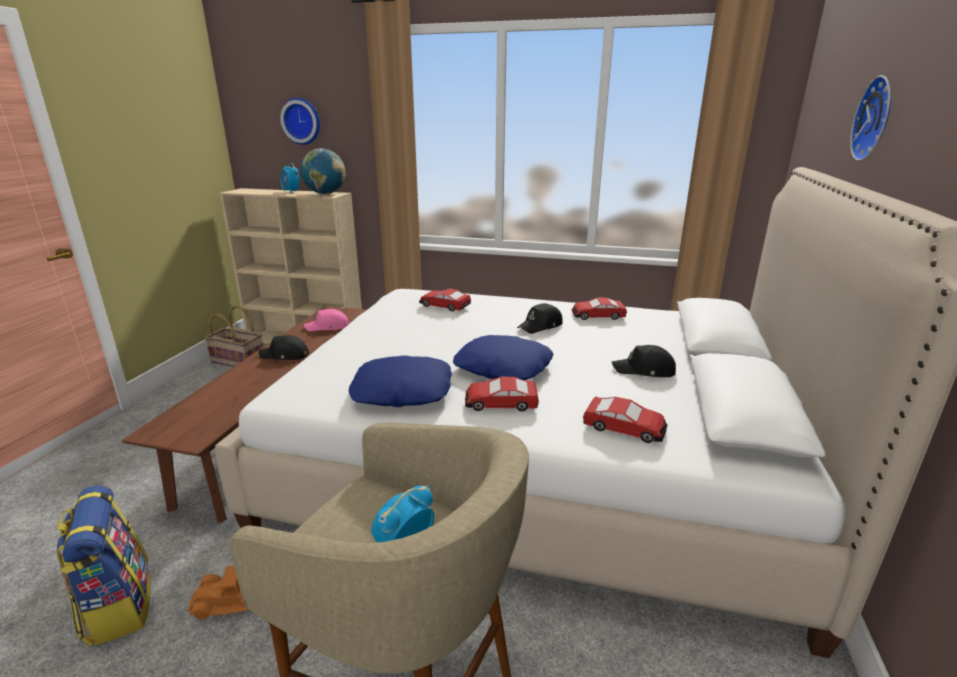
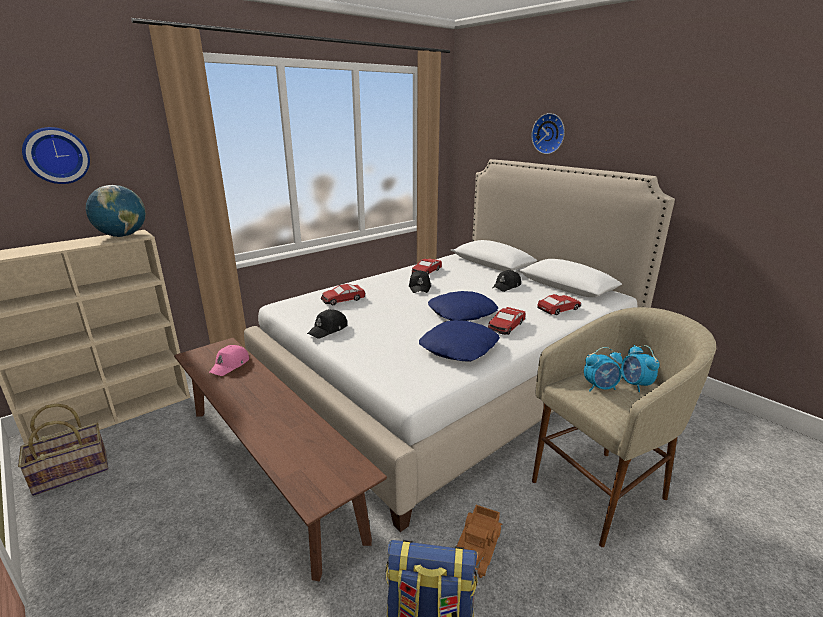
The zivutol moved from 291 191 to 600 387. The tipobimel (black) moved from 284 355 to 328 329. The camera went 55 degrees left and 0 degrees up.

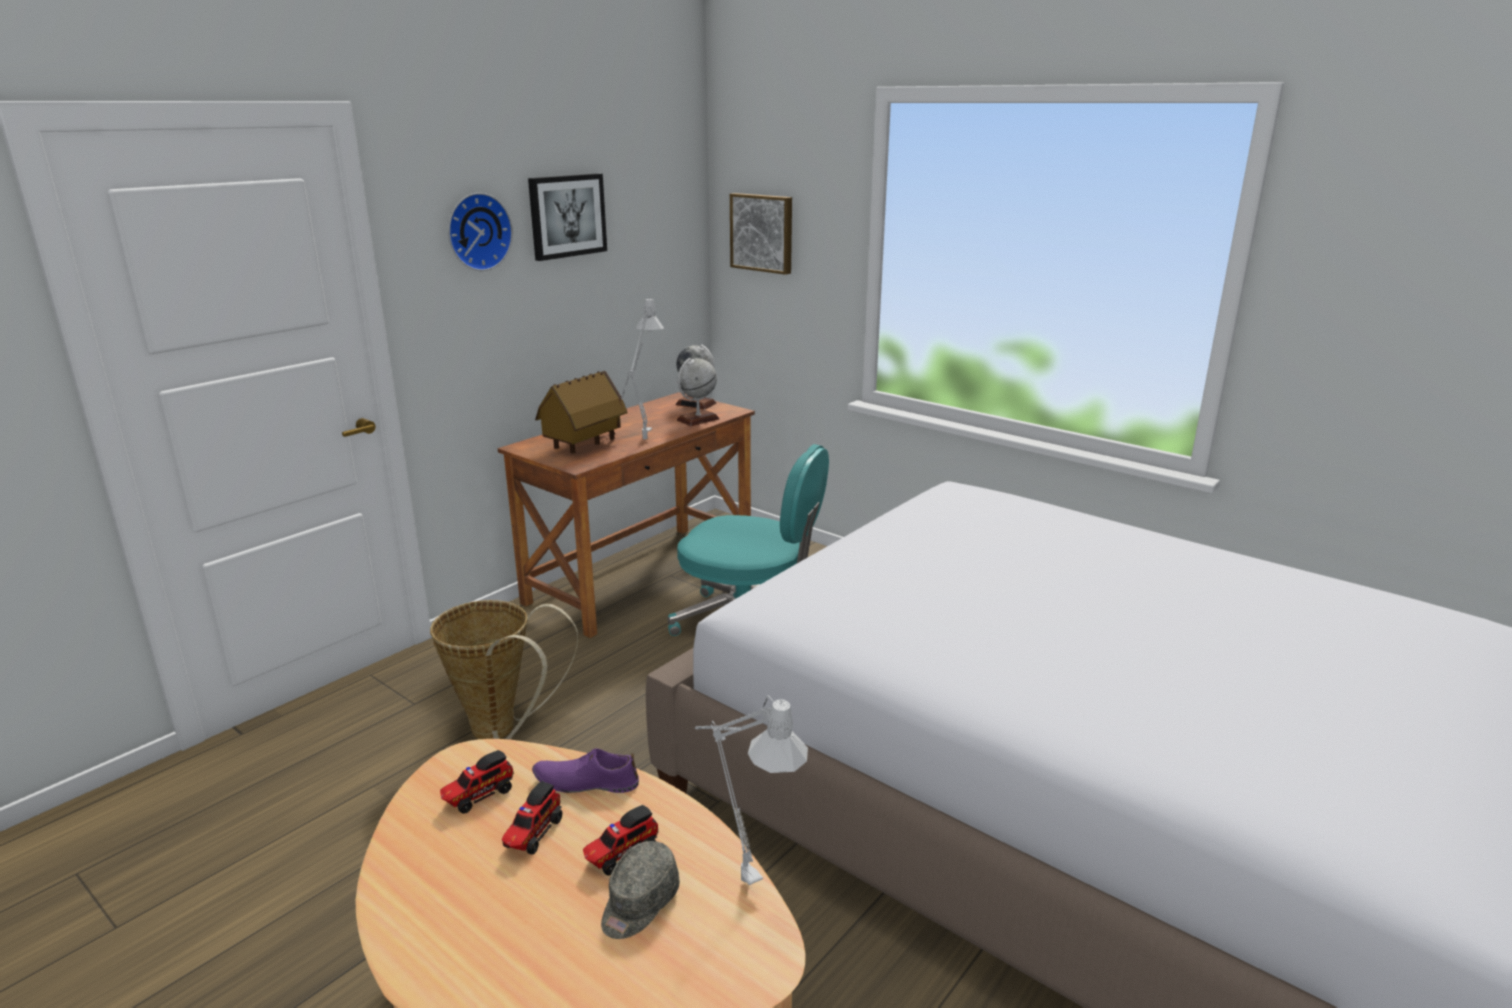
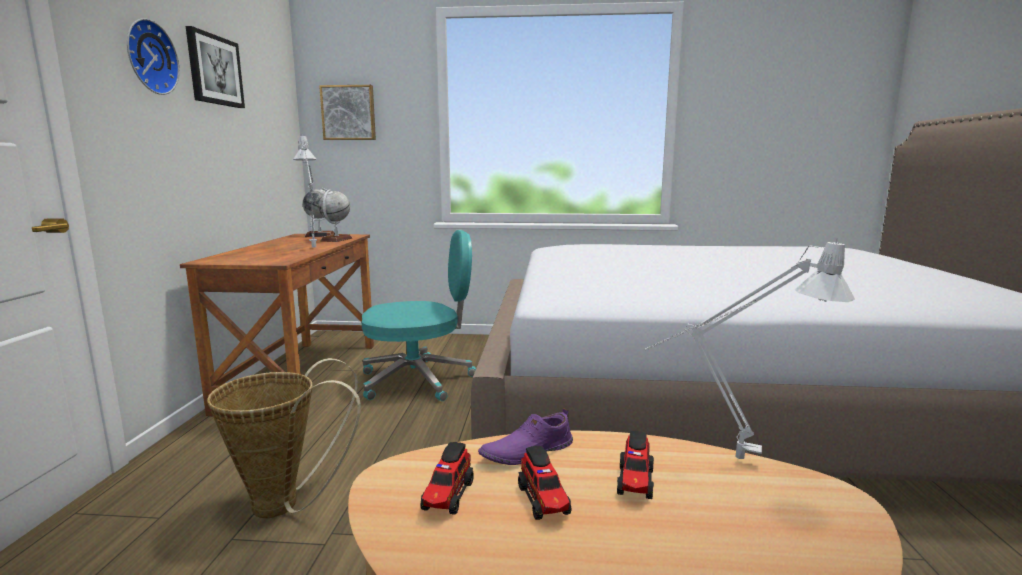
The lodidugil at 584 445 disappeared. The tipobimel (grey) at 639 904 disappeared. The camera went 35 degrees left and 10 degrees down.

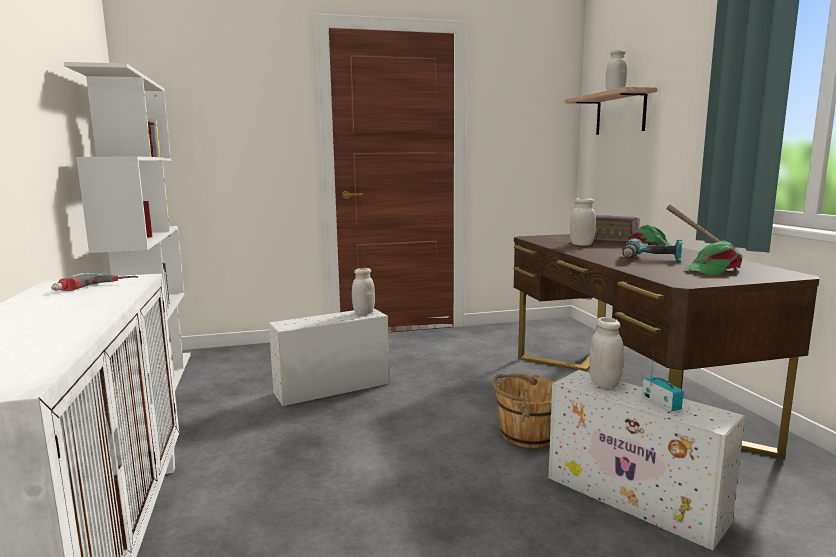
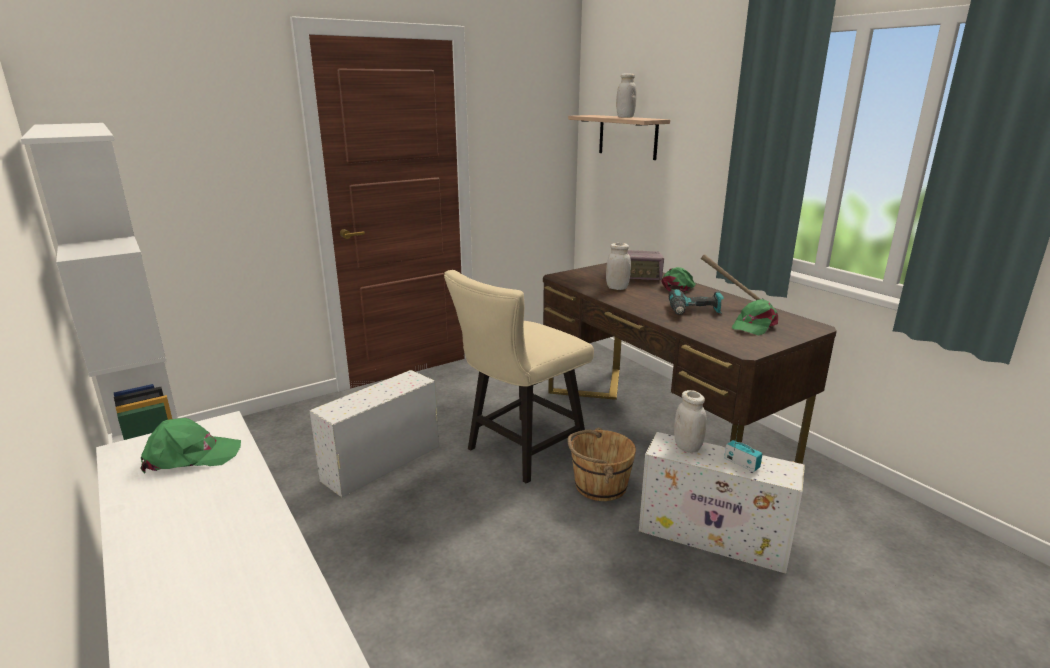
The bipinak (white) at 363 312 disappeared. The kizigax at 95 287 was replaced by the tipobimel (green) at 190 456. The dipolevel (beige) at 519 452 appeared. The camera went 20 degrees left and 10 degrees up.

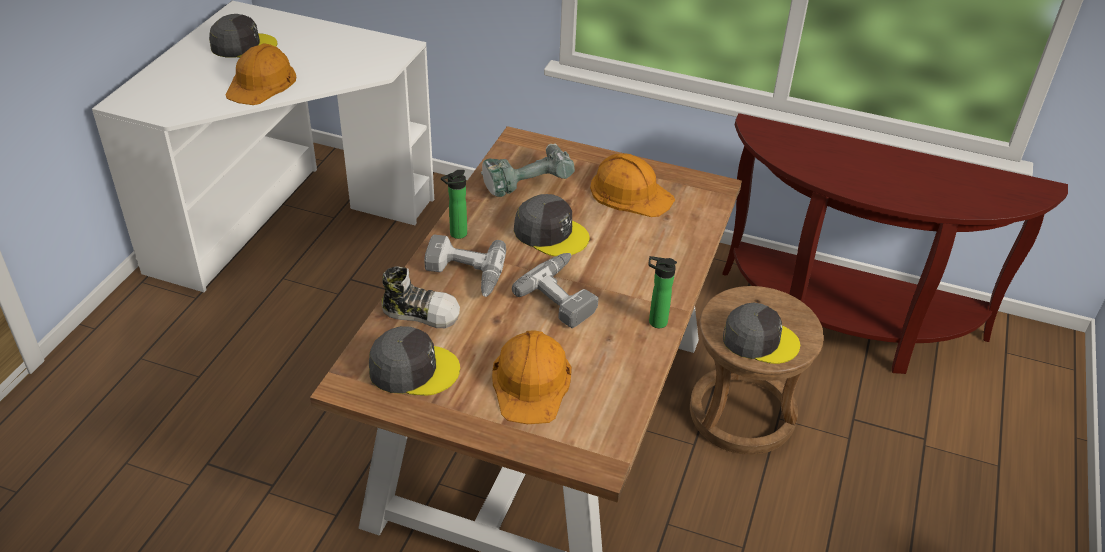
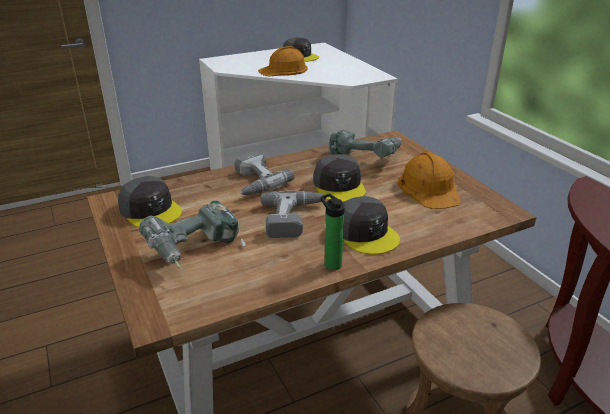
The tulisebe at 456 234 disappeared. The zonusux at 421 312 disappeared. The tipobimel (grey) moved from 759 340 to 365 233. The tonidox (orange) at 531 382 was replaced by the kizigax at 196 251. The camera went 45 degrees right and 10 degrees down.

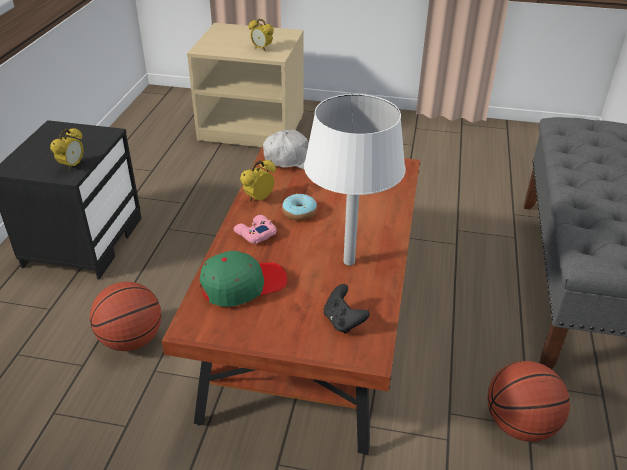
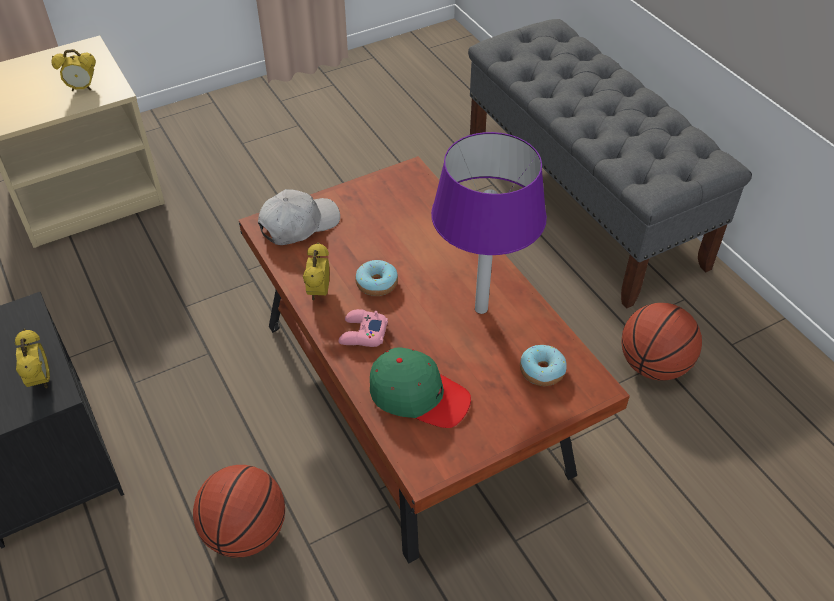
The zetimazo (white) at 348 261 became the zetimazo (purple) at 480 309. The tipobimel (green) at 243 285 turned 90 degrees clockwise. The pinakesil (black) at 343 321 was replaced by the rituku at 542 371. The camera went 40 degrees left and 10 degrees up.

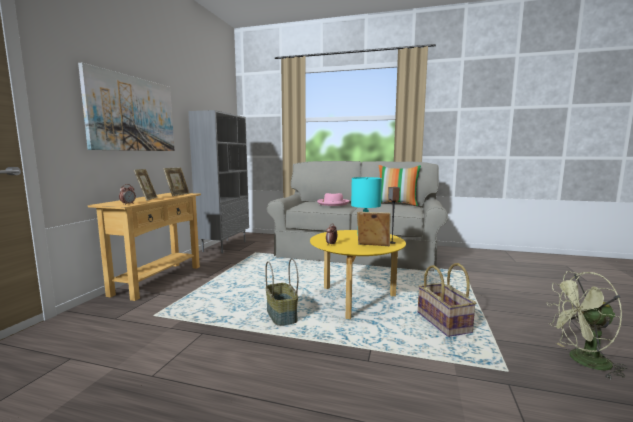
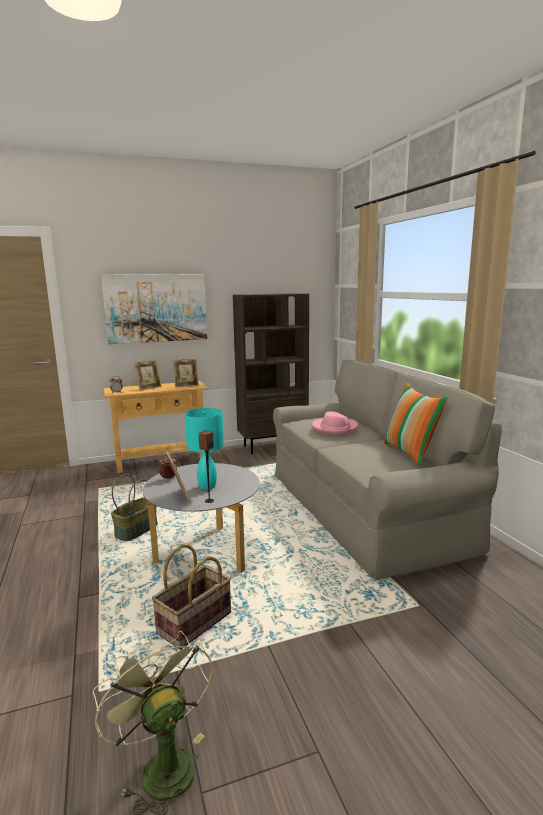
The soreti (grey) at 224 246 became the soreti (brown) at 273 446. The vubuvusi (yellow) at 356 300 became the vubuvusi (grey) at 205 553. The camera went 55 degrees right and 5 degrees up.

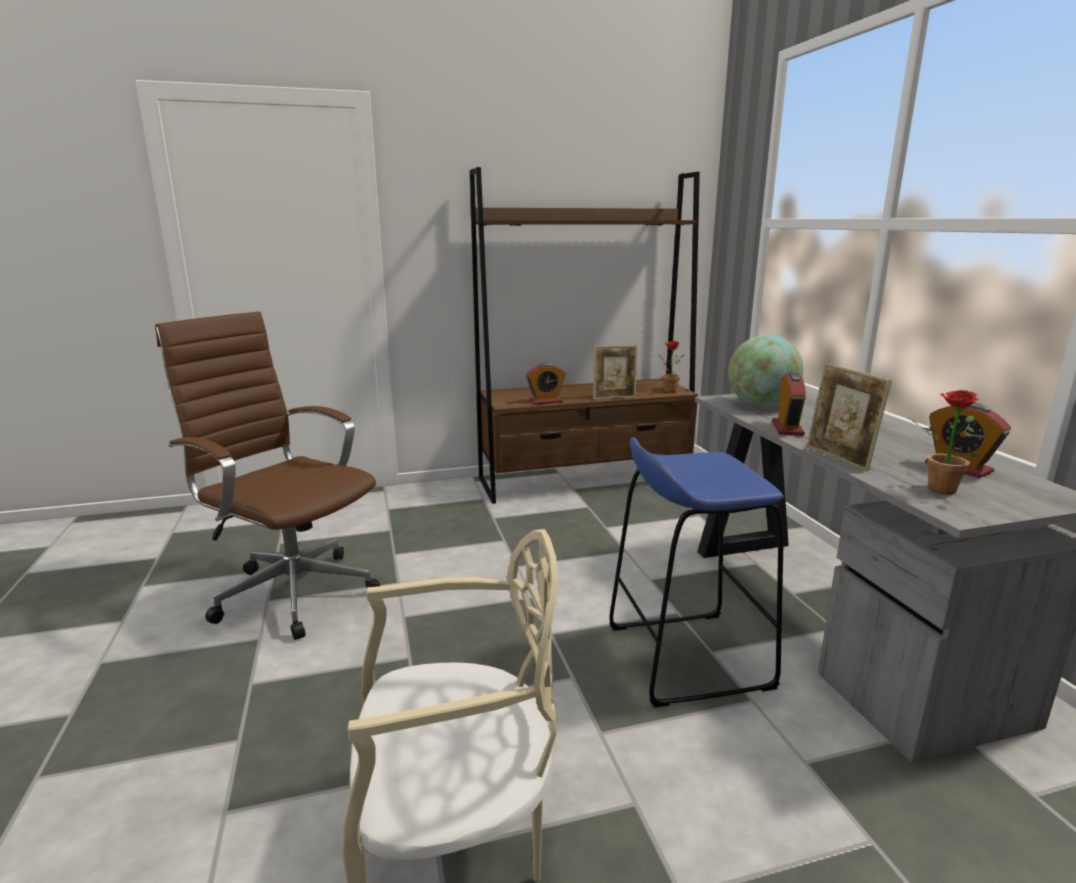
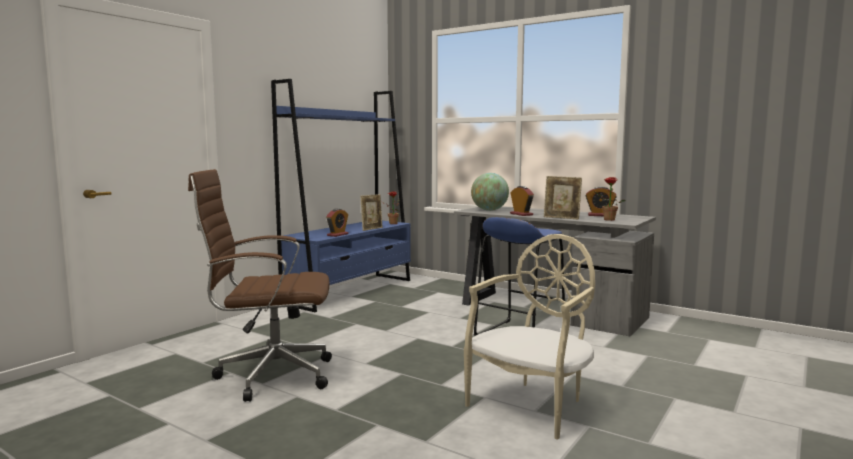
The soreti (brown) at 585 479 became the soreti (blue) at 350 291. The camera went 40 degrees left and 10 degrees down.

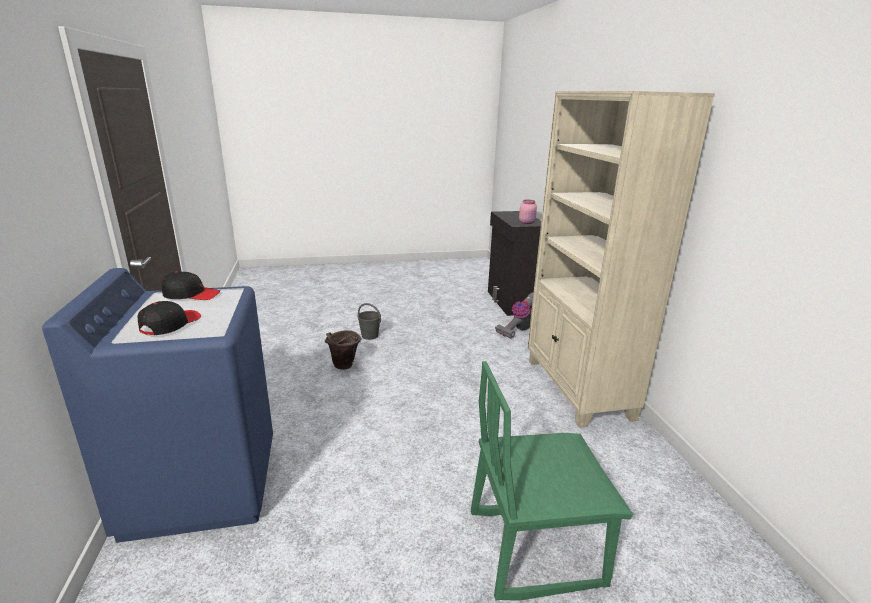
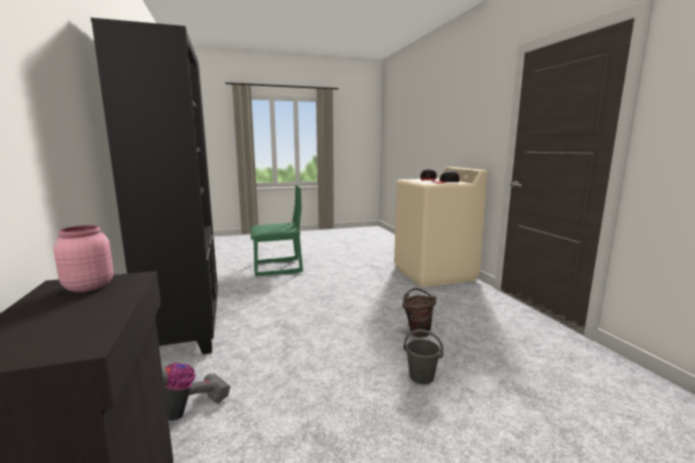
The soreti (beige) at 577 388 became the soreti (black) at 186 327. The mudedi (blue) at 202 484 became the mudedi (beige) at 434 274. The camera went 175 degrees right and 10 degrees down.

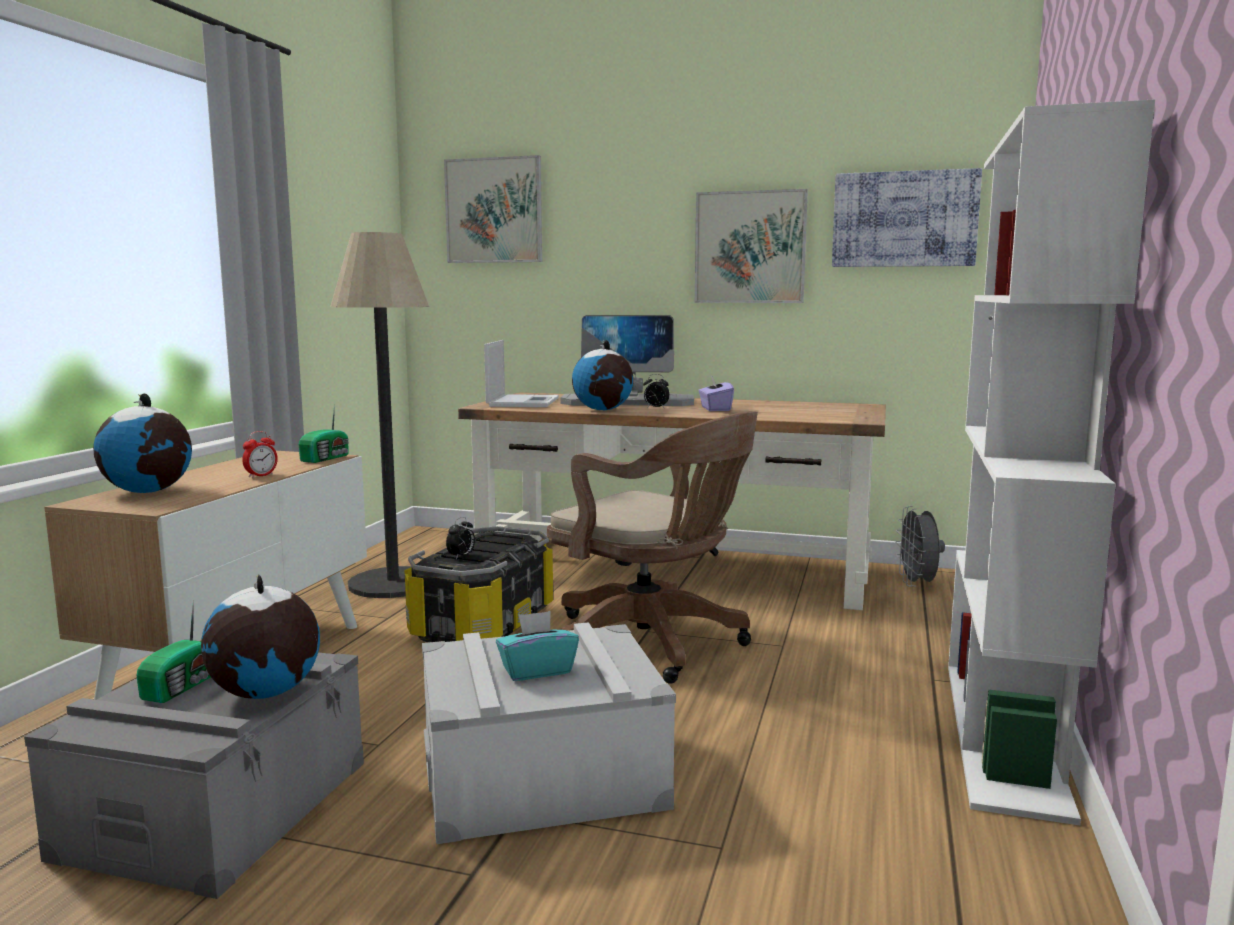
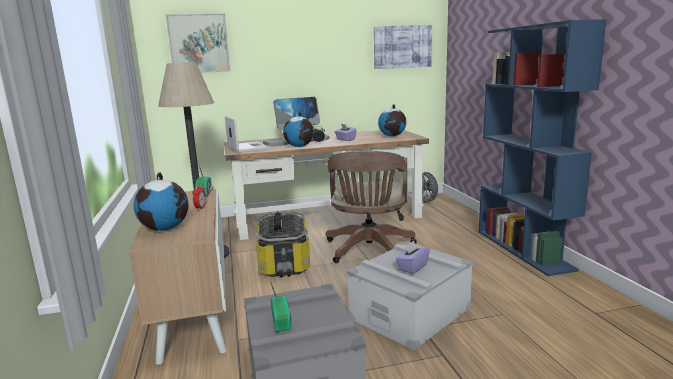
The soreti (white) at 1005 734 became the soreti (blue) at 524 249. The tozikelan at 750 247 disappeared. The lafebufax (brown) at 653 644 turned 90 degrees clockwise. The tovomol moved from 265 694 to 392 136. The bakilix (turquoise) at 537 670 became the bakilix (purple) at 412 267. The camera went 30 degrees left and 5 degrees up.

